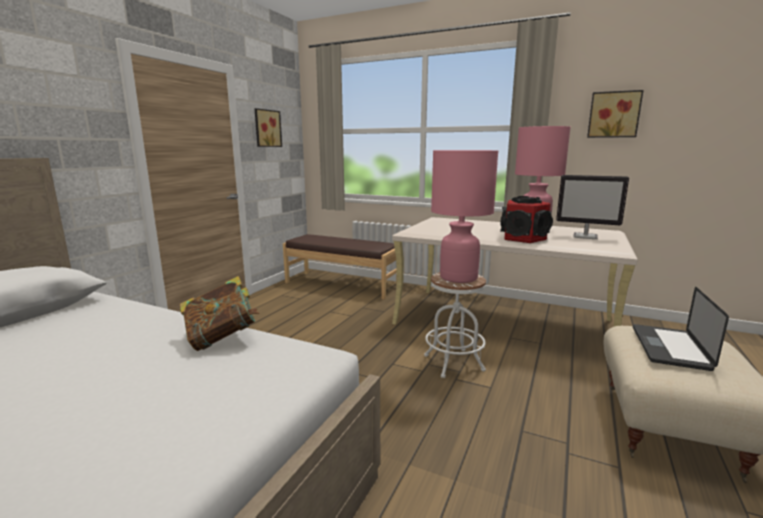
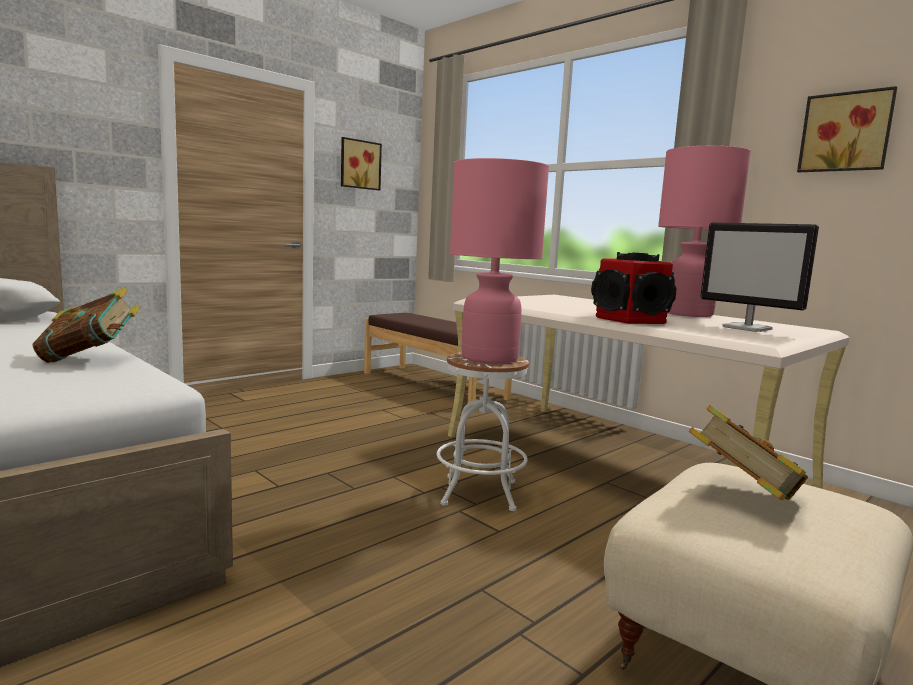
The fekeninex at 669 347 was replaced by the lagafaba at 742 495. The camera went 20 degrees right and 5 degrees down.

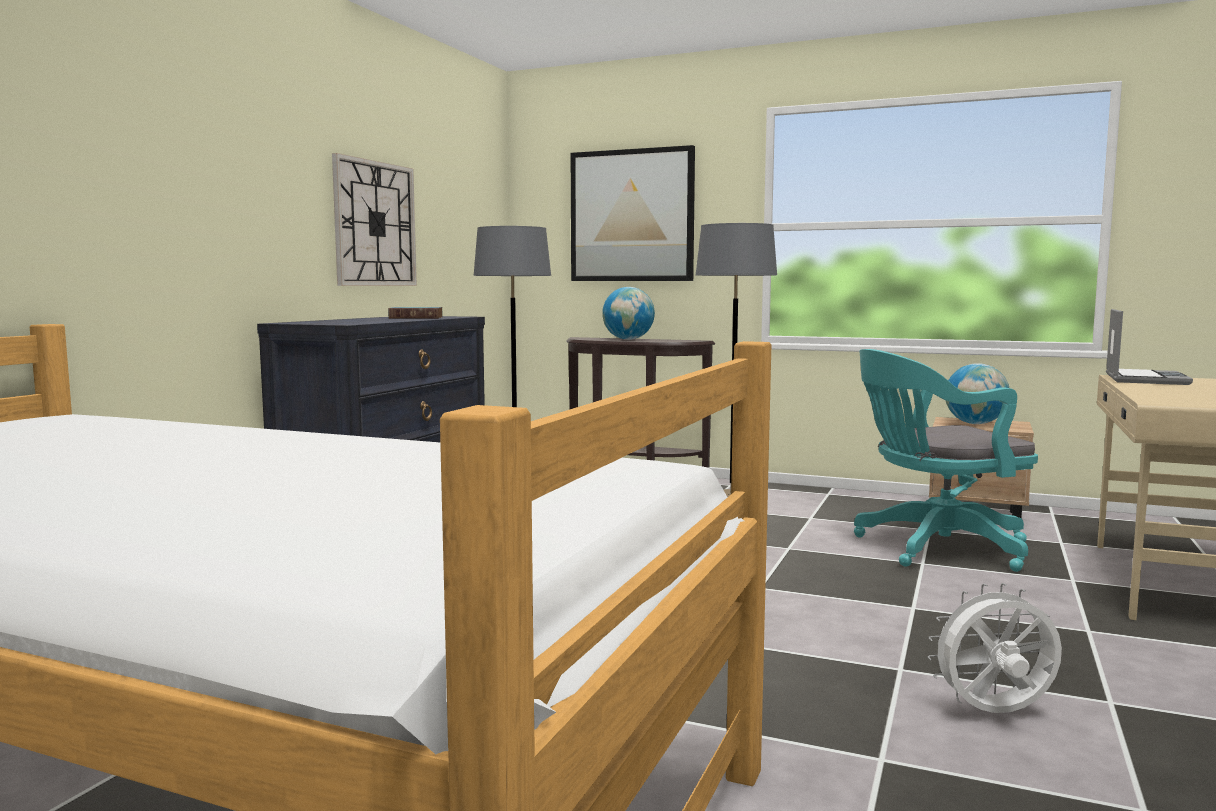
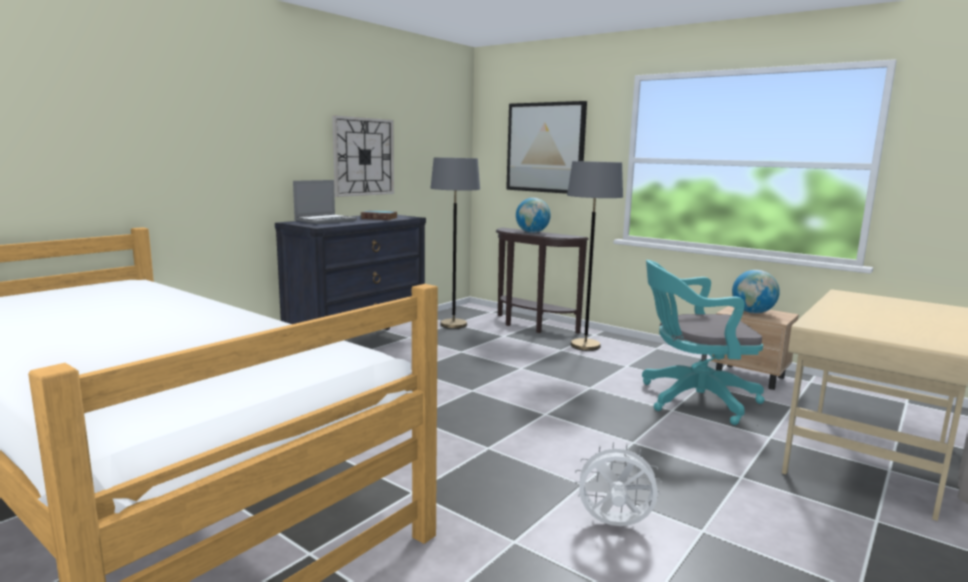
The fekeninex moved from 1143 379 to 326 221. The camera went 15 degrees right and 5 degrees up.

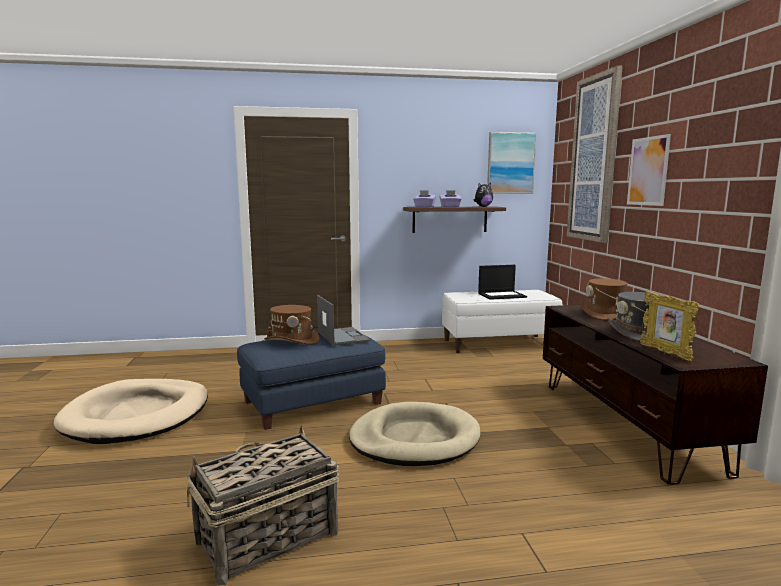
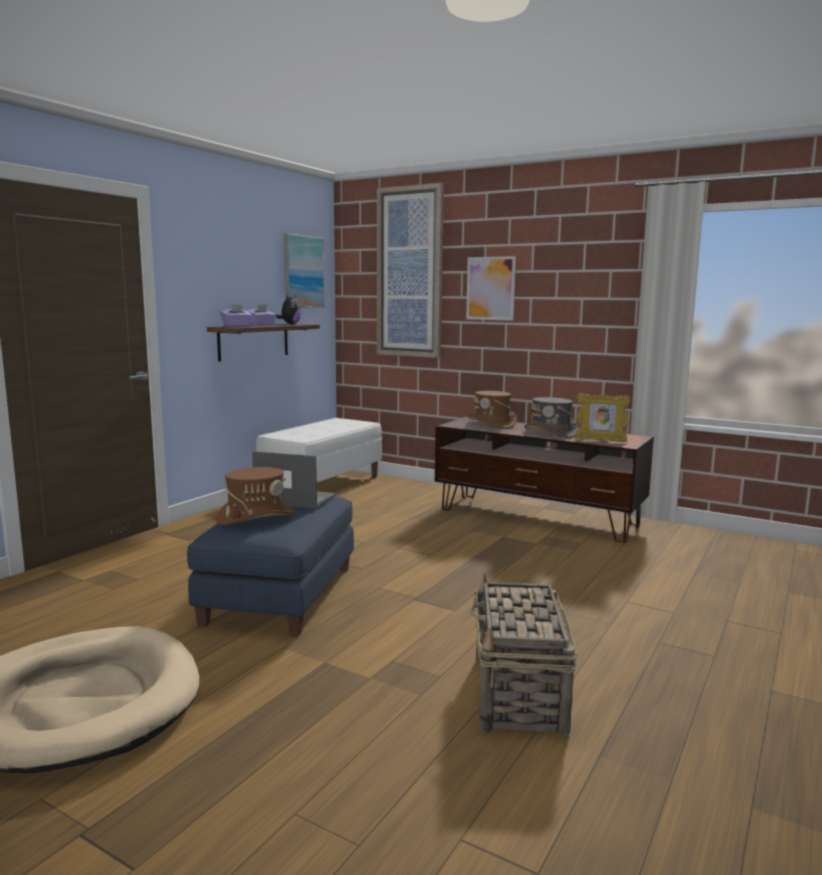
The fekeninex at 502 295 disappeared. The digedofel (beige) at 414 439 disappeared. The camera went 50 degrees left and 0 degrees up.

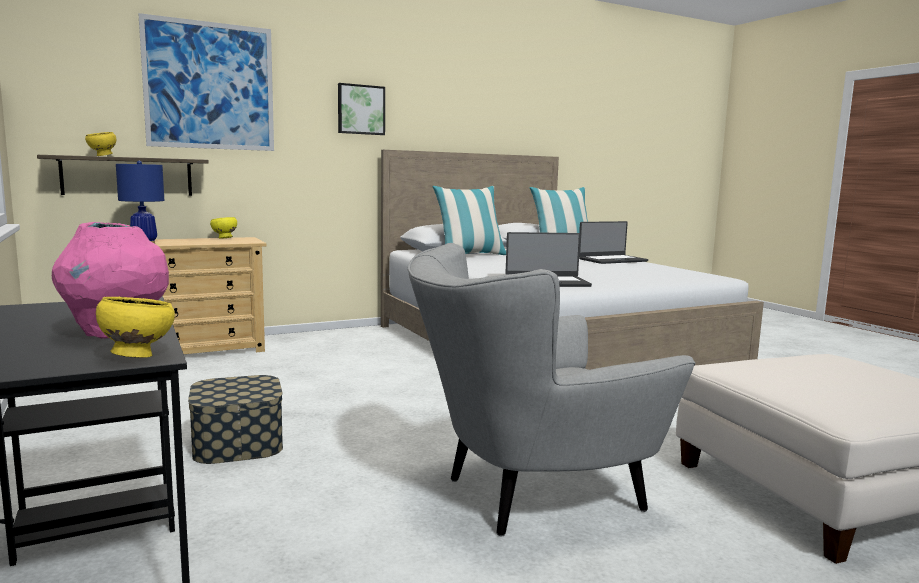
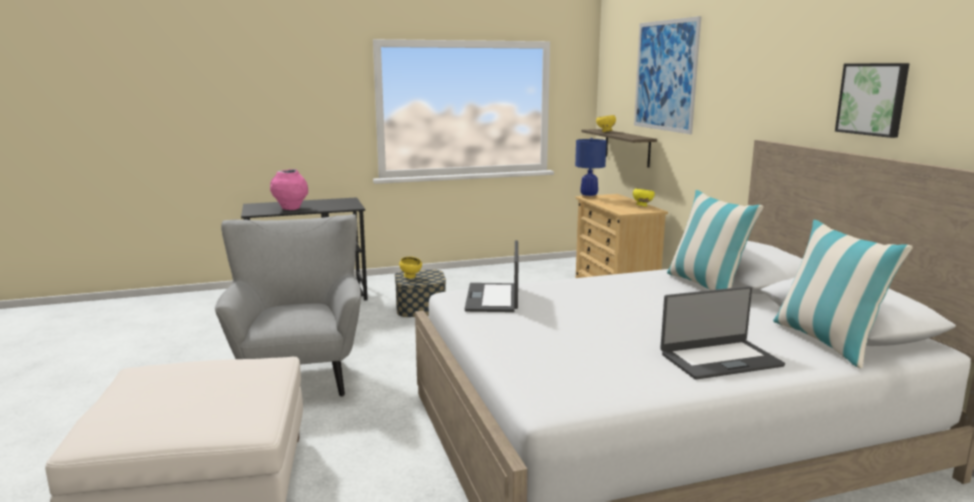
The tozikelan moved from 360 109 to 873 99. The fekeninex at 612 260 turned 90 degrees counterclockwise. The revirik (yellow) moved from 137 356 to 411 277. The camera went 100 degrees right and 5 degrees up.

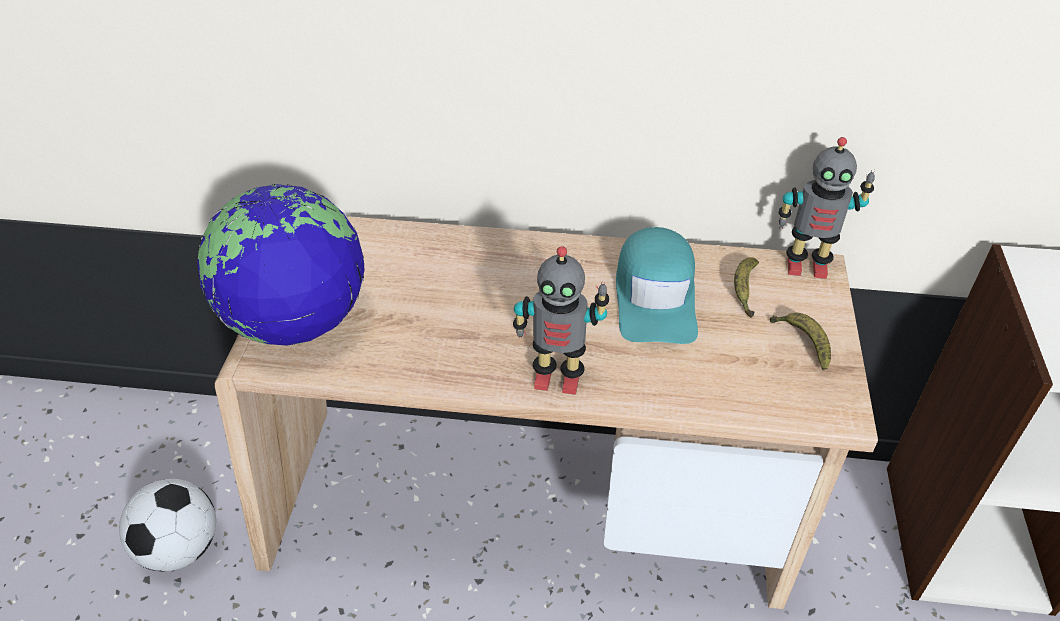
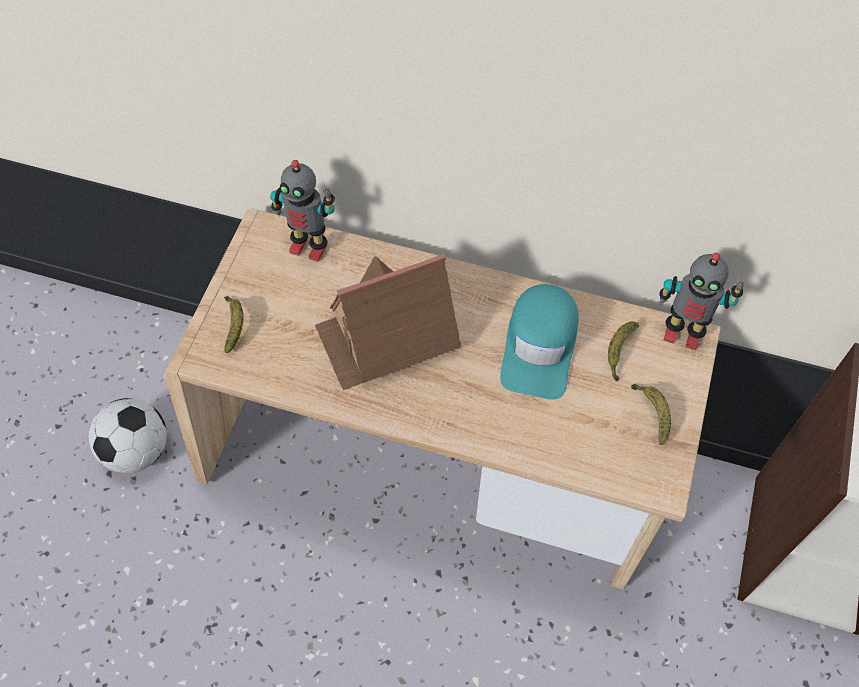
The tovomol at 296 321 was replaced by the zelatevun at 234 325. The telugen moved from 557 378 to 309 247. The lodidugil at 387 336 appeared. The camera went 10 degrees right and 15 degrees up.

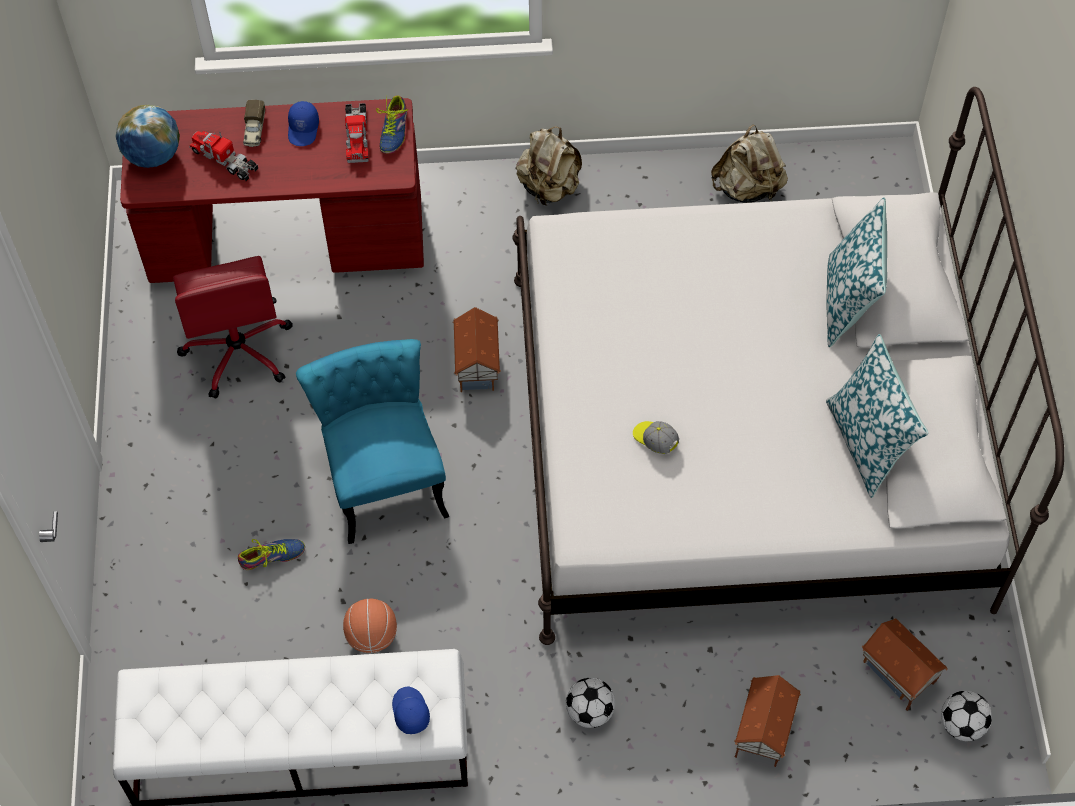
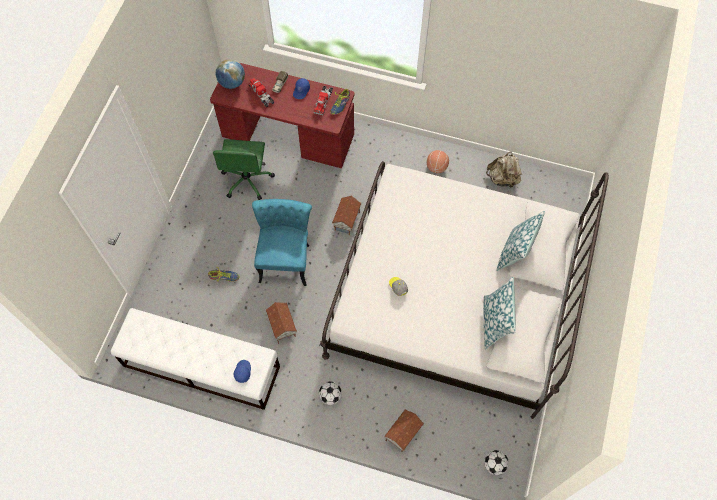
The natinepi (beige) at 549 187 disappeared. The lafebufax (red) at 238 351 became the lafebufax (green) at 247 180. The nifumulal moved from 372 636 to 436 167. The lodidugil moved from 897 675 to 282 327. The camera went 20 degrees right and 5 degrees up.

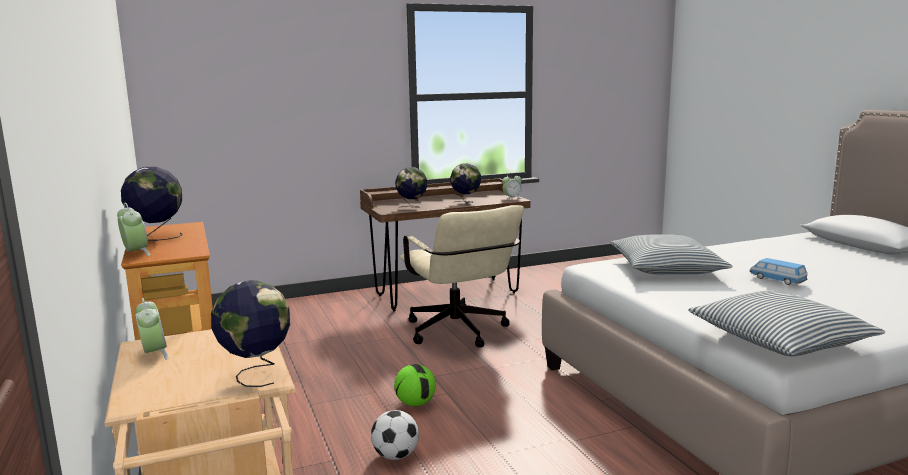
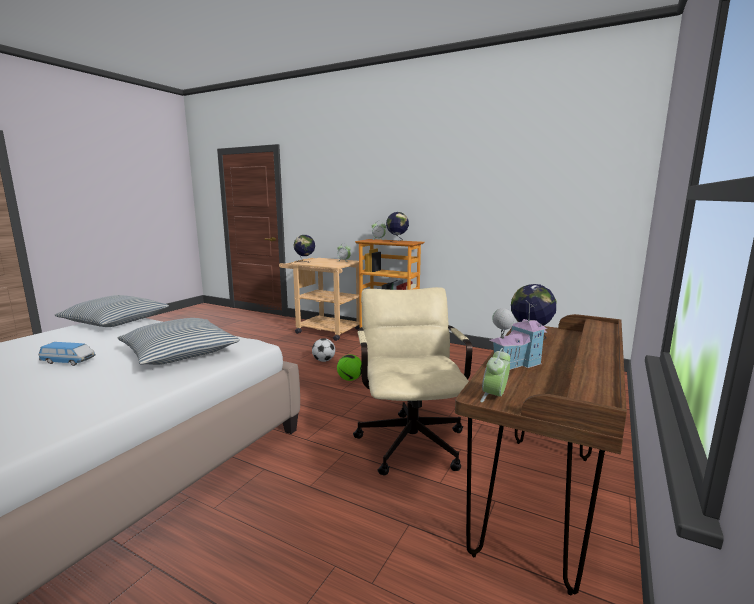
The tovomol at 466 202 was replaced by the lodidugil at 515 363. The lafebufax (beige) at 460 333 turned 60 degrees clockwise. The camera went 140 degrees right and 0 degrees up.

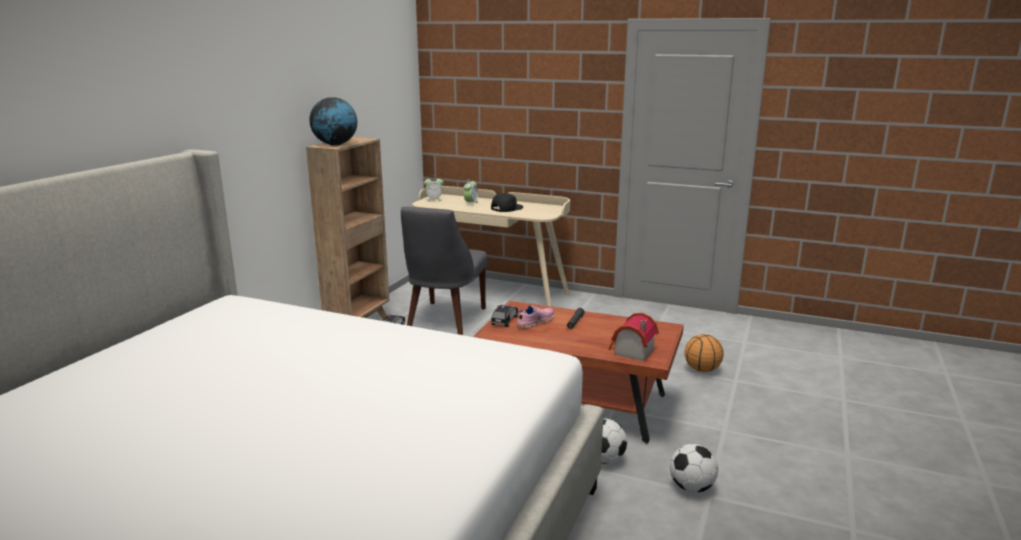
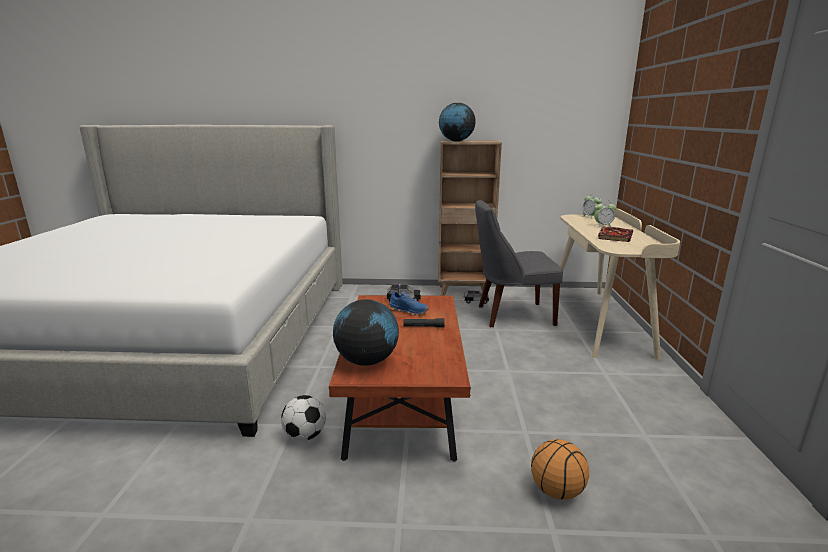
The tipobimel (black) at 506 208 was replaced by the lagafaba at 614 236. The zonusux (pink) at 534 322 became the zonusux (blue) at 408 311. The lodidugil at 631 351 was replaced by the tovomol at 367 361. The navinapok at 691 487 disappeared. The camera went 70 degrees right and 0 degrees up.

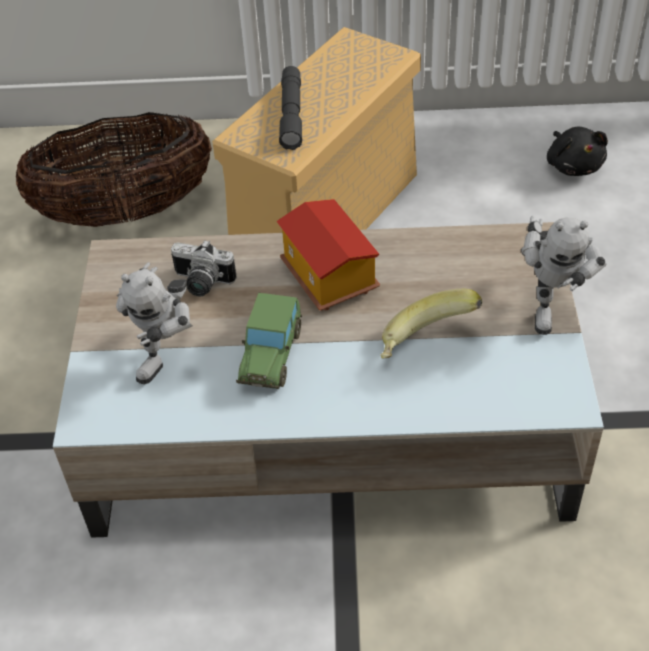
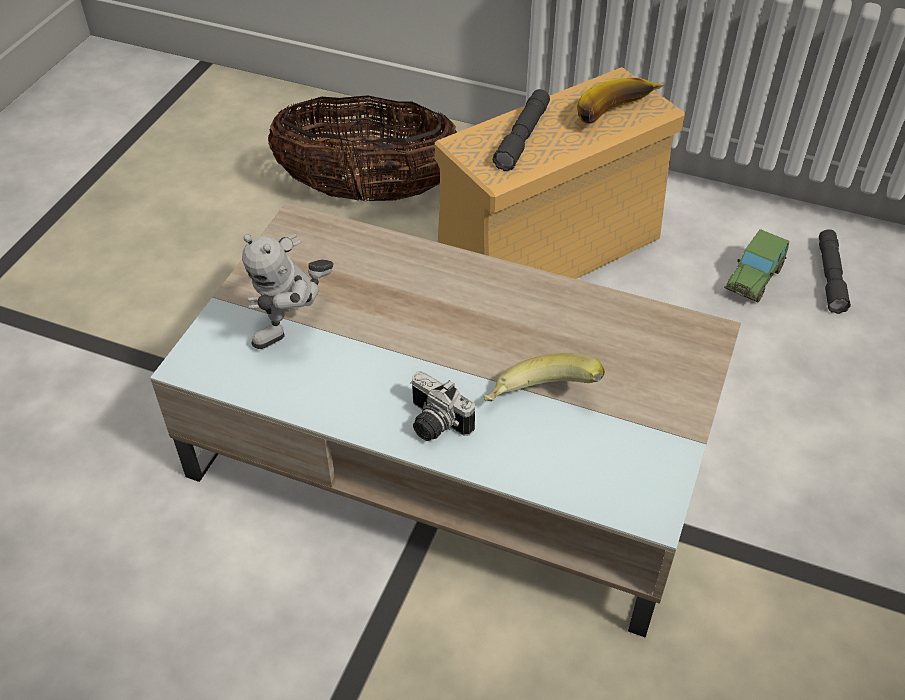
The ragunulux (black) at 573 165 was replaced by the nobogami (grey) at 830 277. The lodidugil at 327 278 disappeared. The telugen at 549 305 disappeared. The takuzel moved from 201 283 to 434 424. The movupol moved from 271 355 to 754 279. The zelatevun at 618 115 appeared. The camera went 20 degrees right and 0 degrees up.

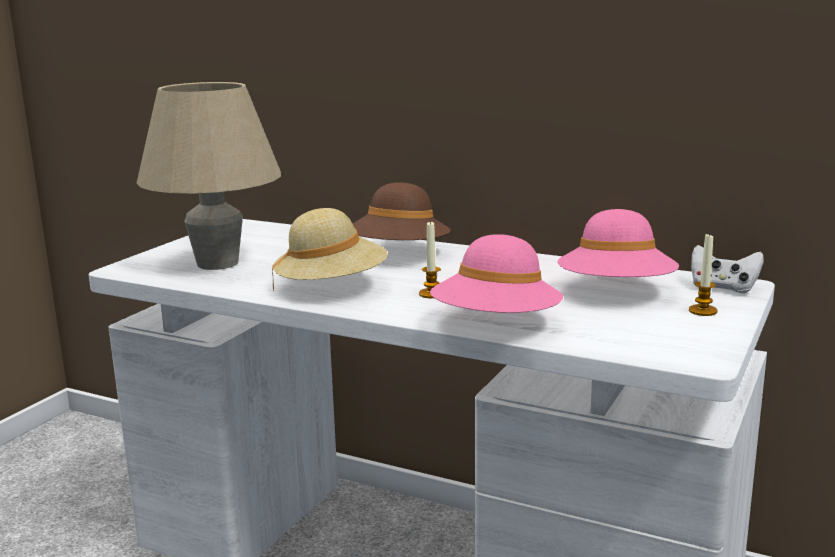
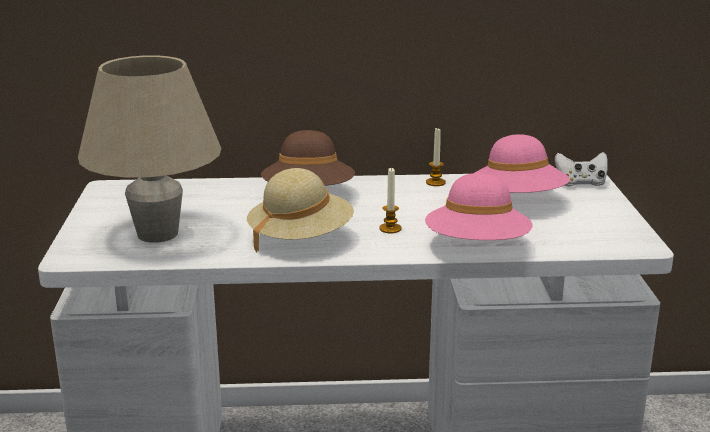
The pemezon moved from 702 311 to 435 182. The camera went 30 degrees left and 5 degrees up.

